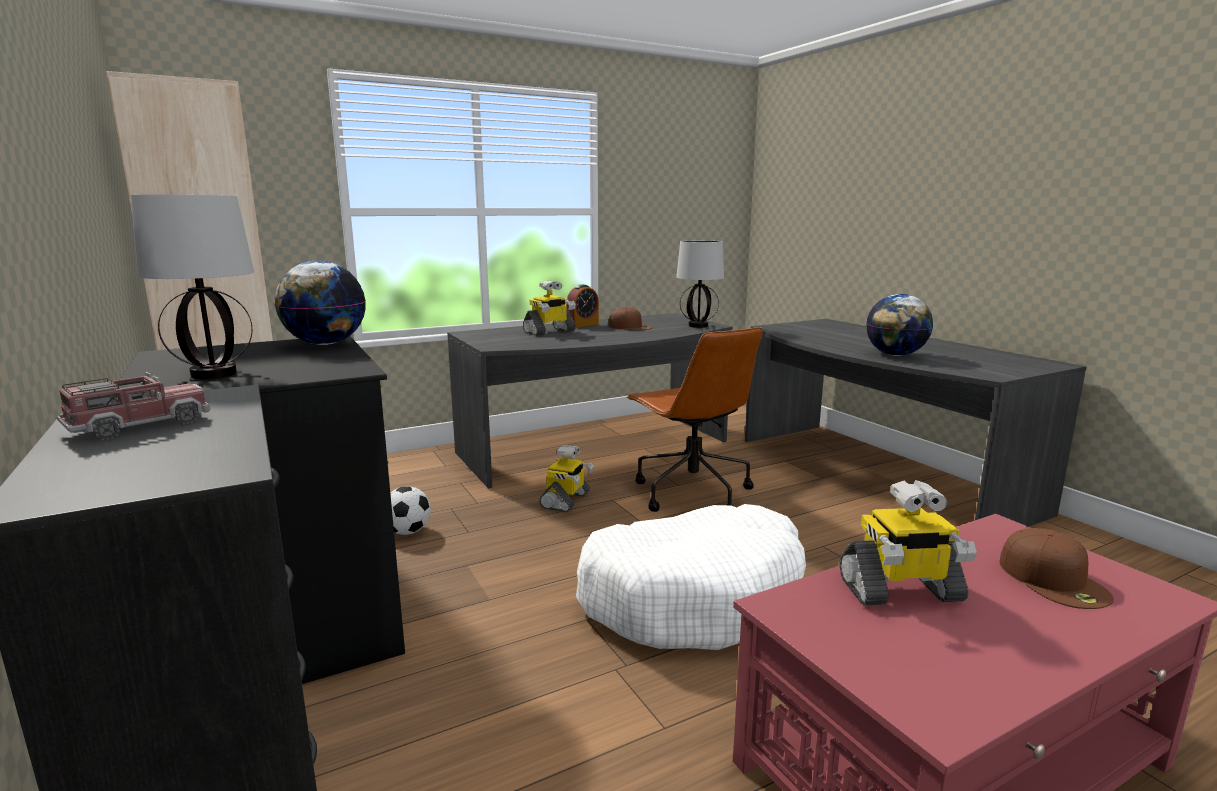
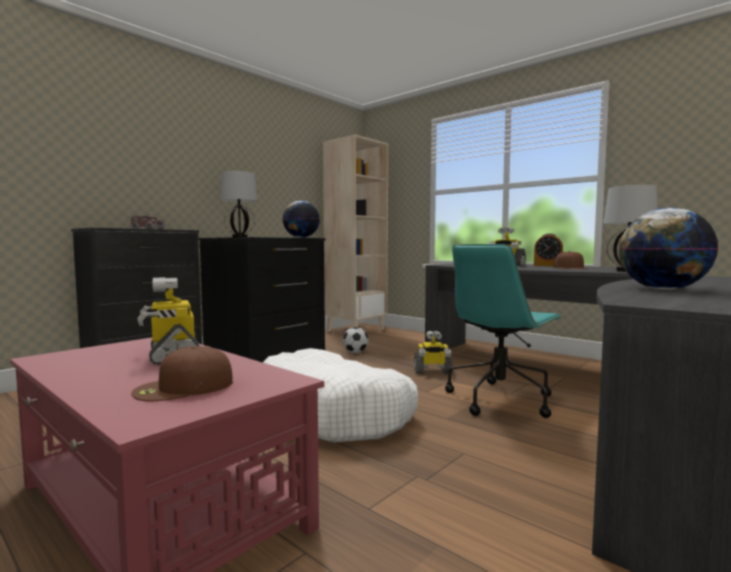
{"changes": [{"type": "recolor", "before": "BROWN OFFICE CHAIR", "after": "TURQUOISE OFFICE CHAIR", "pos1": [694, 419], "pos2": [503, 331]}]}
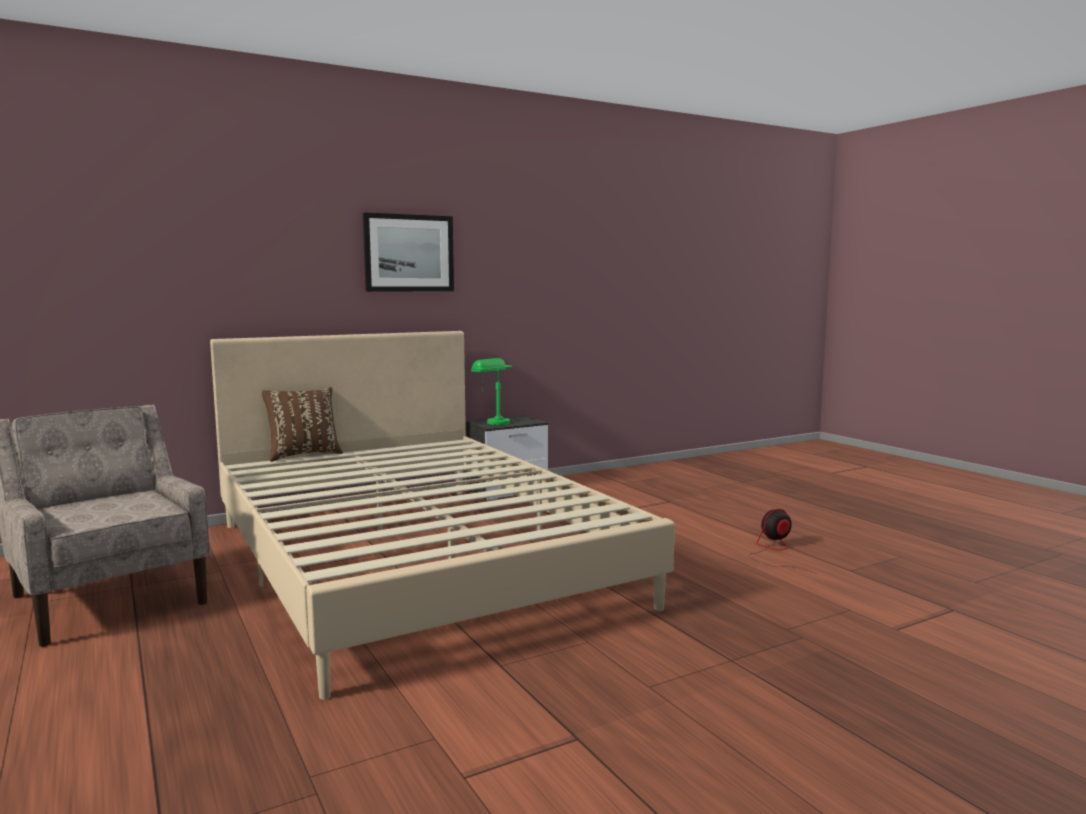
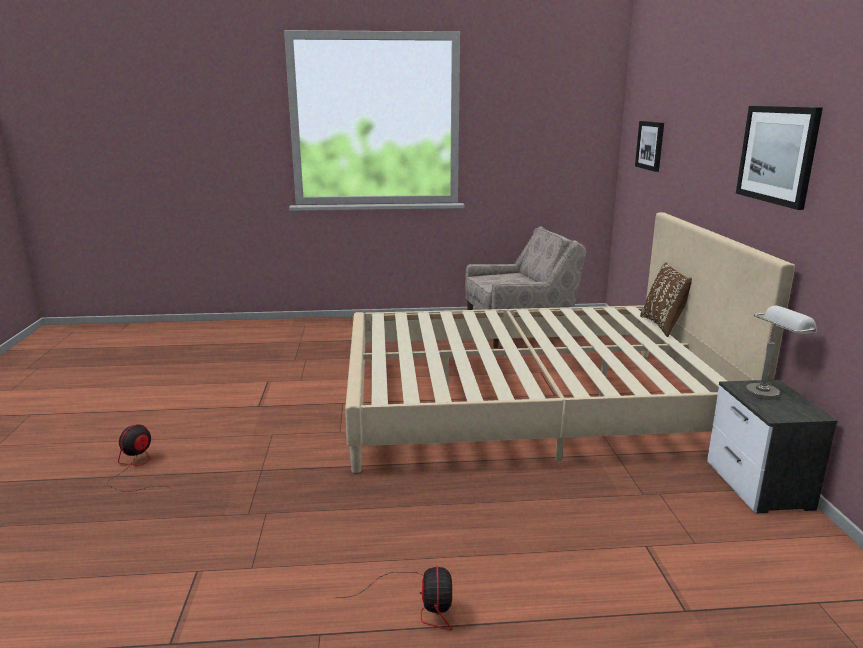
{"changes": [{"type": "insert", "after": "FAN", "pos2": [140, 458]}, {"type": "insert", "after": "PICTURE", "pos2": [649, 146]}, {"type": "recolor", "before": "GREEN TABLE LAMP", "after": "GREY TABLE LAMP", "pos1": [492, 391], "pos2": [781, 353]}]}
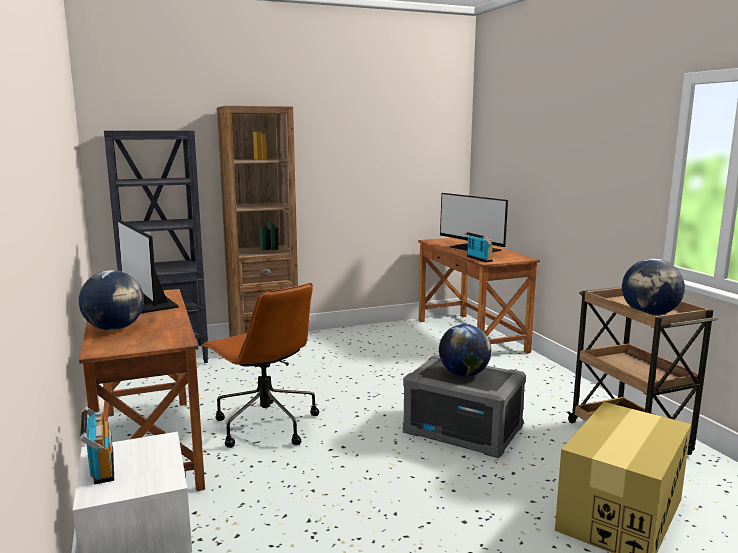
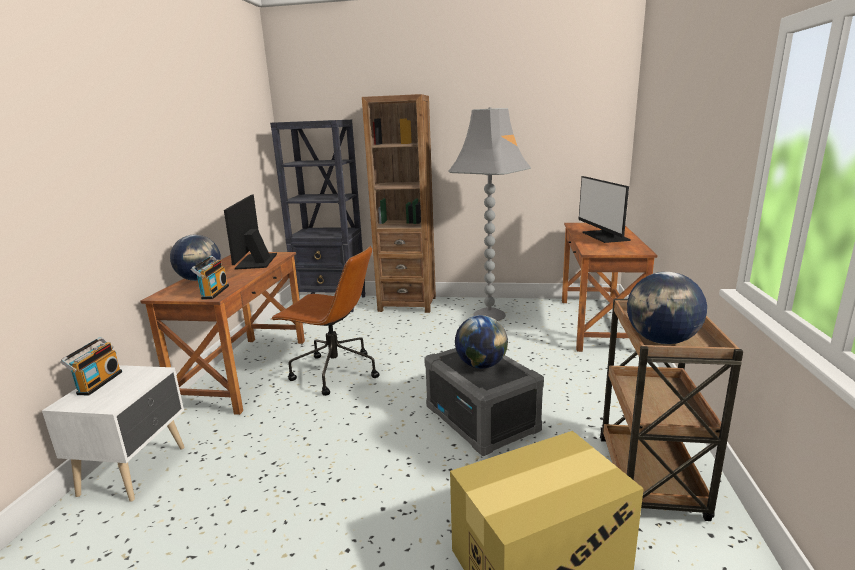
{"changes": [{"type": "insert", "after": "GREY FLOOR LAMP", "pos2": [489, 214]}, {"type": "move", "before": "RADIO", "pos1": [478, 247], "pos2": [210, 278]}, {"type": "rotate", "before": "BROWN OFFICE CHAIR", "pos1": [260, 365], "pos2": [325, 321], "turn": -60}]}
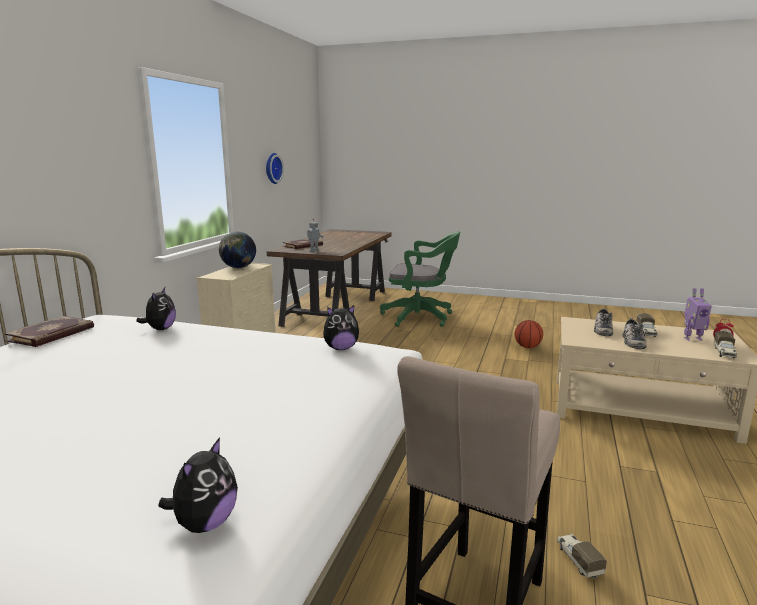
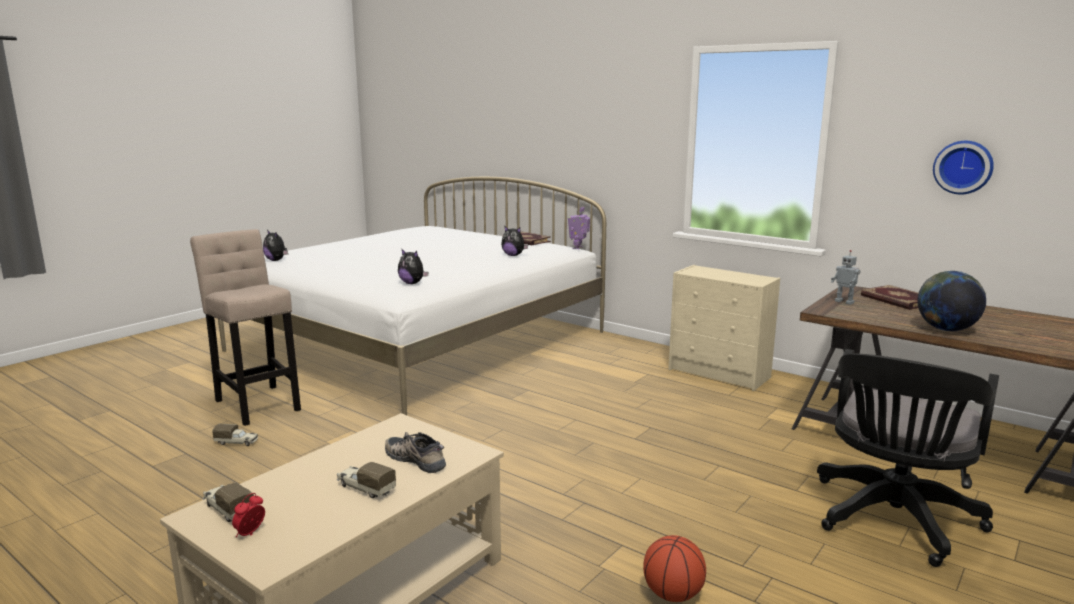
{"changes": [{"type": "delete", "before": "SHOE", "pos1": [634, 333]}, {"type": "move", "before": "GLOBE", "pos1": [237, 249], "pos2": [951, 301]}, {"type": "move", "before": "TOY ROBOT", "pos1": [698, 315], "pos2": [579, 228]}, {"type": "recolor", "before": "GREEN OFFICE CHAIR", "after": "BLACK OFFICE CHAIR", "pos1": [420, 279], "pos2": [908, 458]}, {"type": "rotate", "before": "PLUSH TOY", "pos1": [341, 327], "pos2": [413, 266], "turn": -60}]}
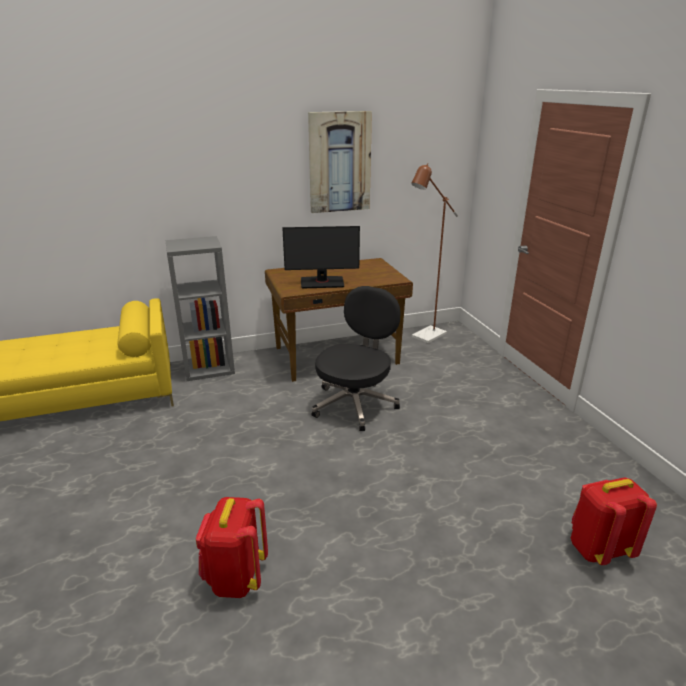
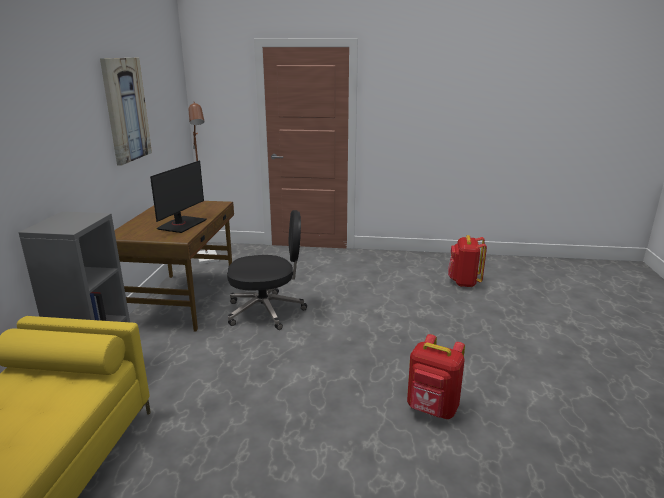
{"changes": [{"type": "rotate", "before": "BLACK OFFICE CHAIR", "pos1": [356, 358], "pos2": [267, 270], "turn": 120}]}
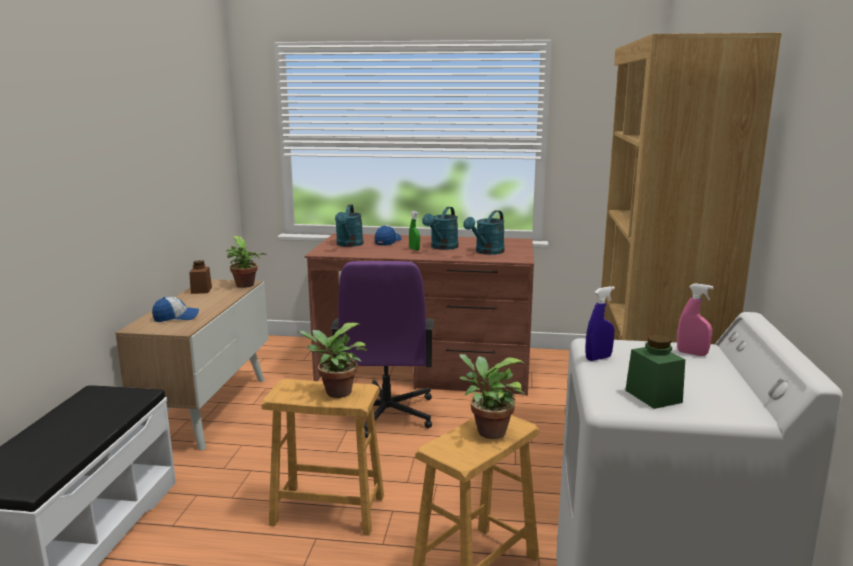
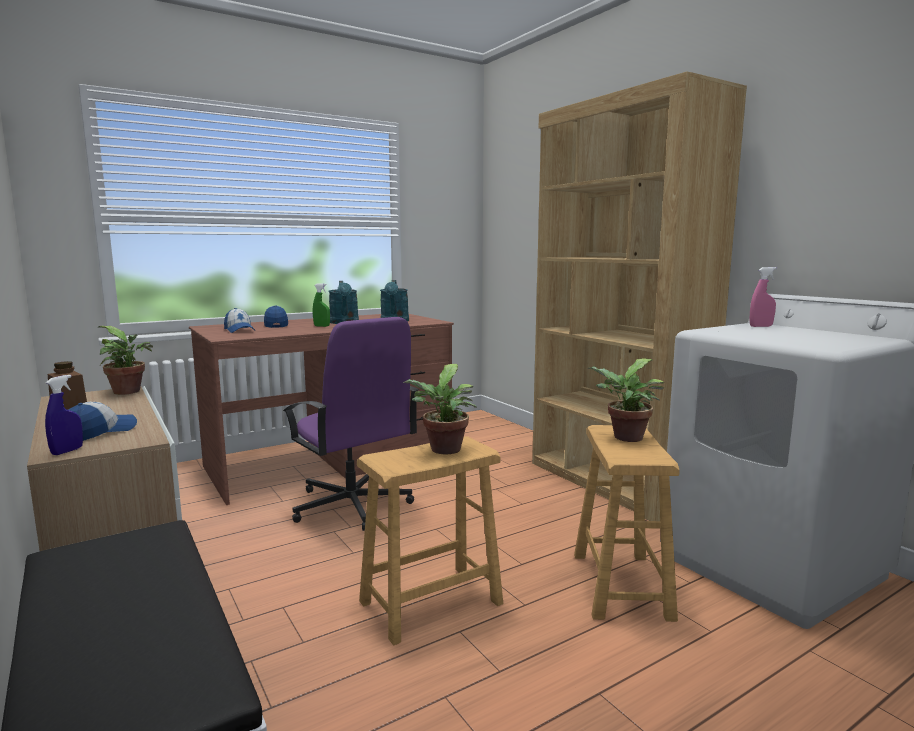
{"changes": [{"type": "delete", "before": "GREEN JAR", "pos1": [655, 372]}, {"type": "move", "before": "BLUE SPRAY BOTTLE", "pos1": [600, 323], "pos2": [64, 415]}, {"type": "replace", "before": "TURQUOISE WATERING CAN", "after": "CAP", "pos1": [349, 226], "pos2": [240, 320]}]}
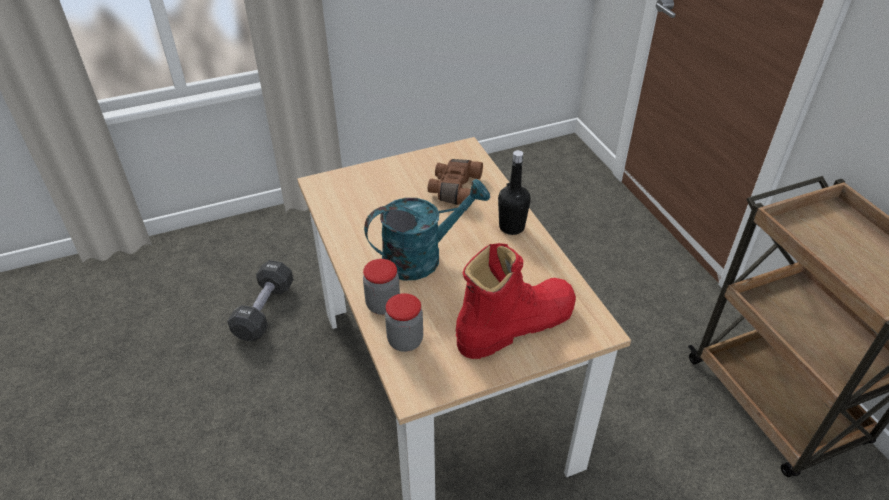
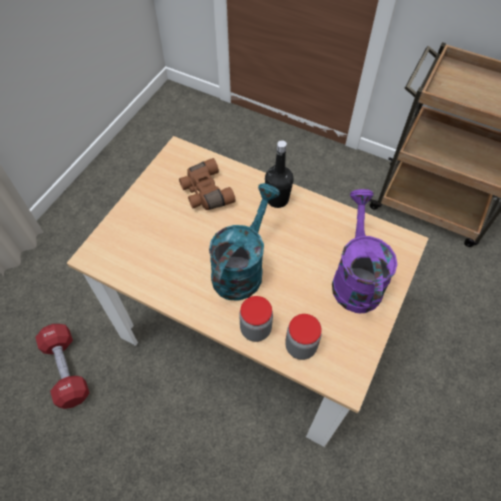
{"changes": [{"type": "replace", "before": "RED BOOT", "after": "PURPLE WATERING CAN", "pos1": [516, 301], "pos2": [364, 251]}, {"type": "recolor", "before": "BLACK DUMBBELL", "after": "RED DUMBBELL", "pos1": [260, 300], "pos2": [62, 366]}]}
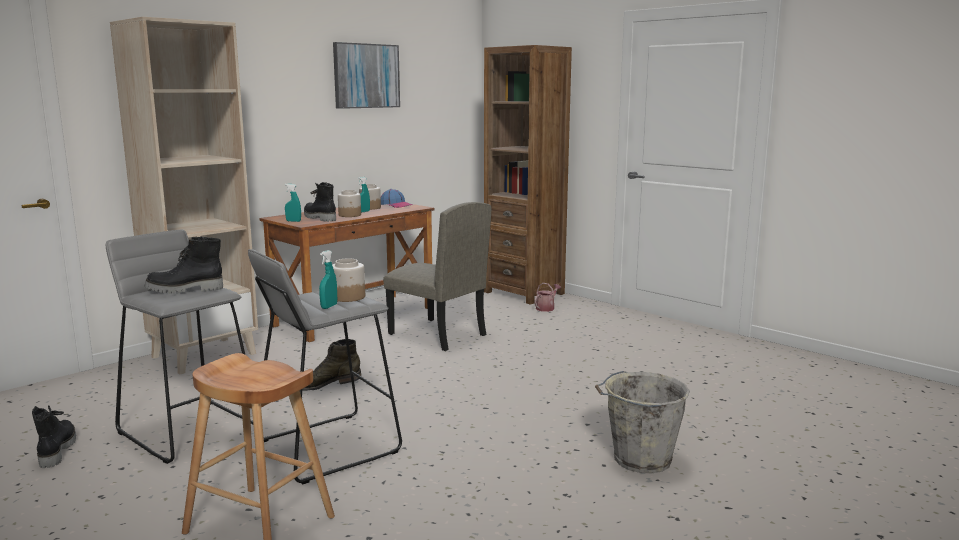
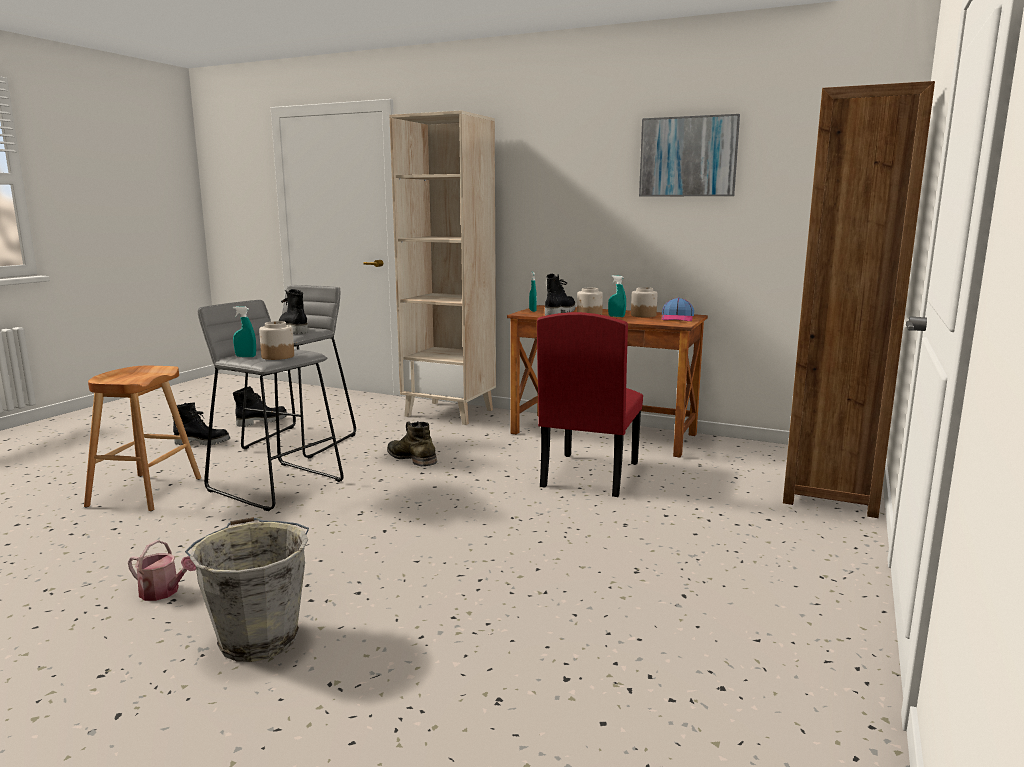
{"changes": [{"type": "insert", "after": "BLACK BOOT", "pos2": [201, 423]}, {"type": "move", "before": "WATERING CAN", "pos1": [547, 297], "pos2": [162, 570]}, {"type": "recolor", "before": "BEIGE CHAIR", "after": "RED CHAIR", "pos1": [437, 276], "pos2": [590, 404]}]}
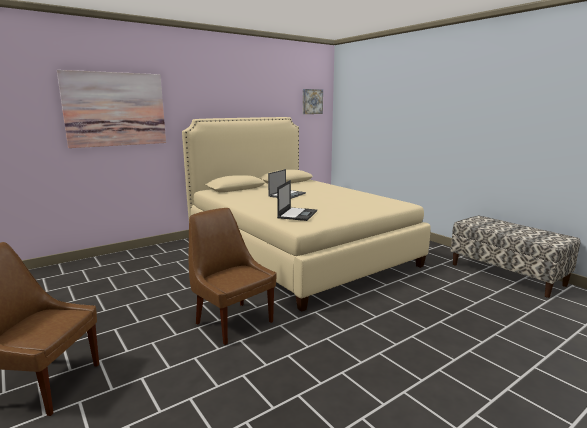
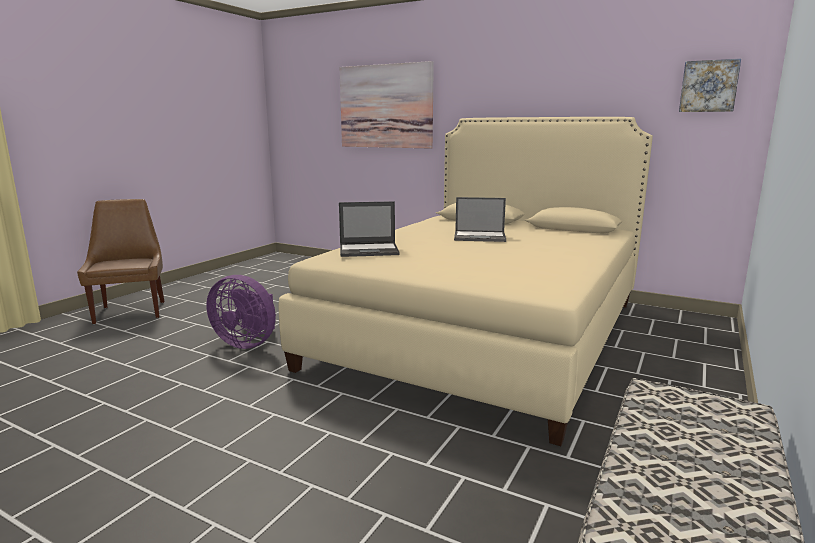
{"changes": [{"type": "replace", "before": "BROWN CHAIR", "after": "PURPLE FAN", "pos1": [233, 276], "pos2": [241, 312]}]}
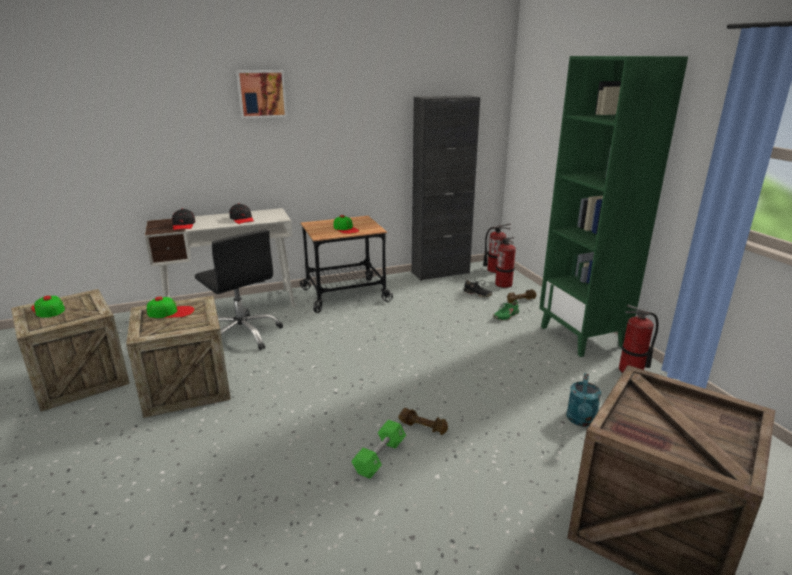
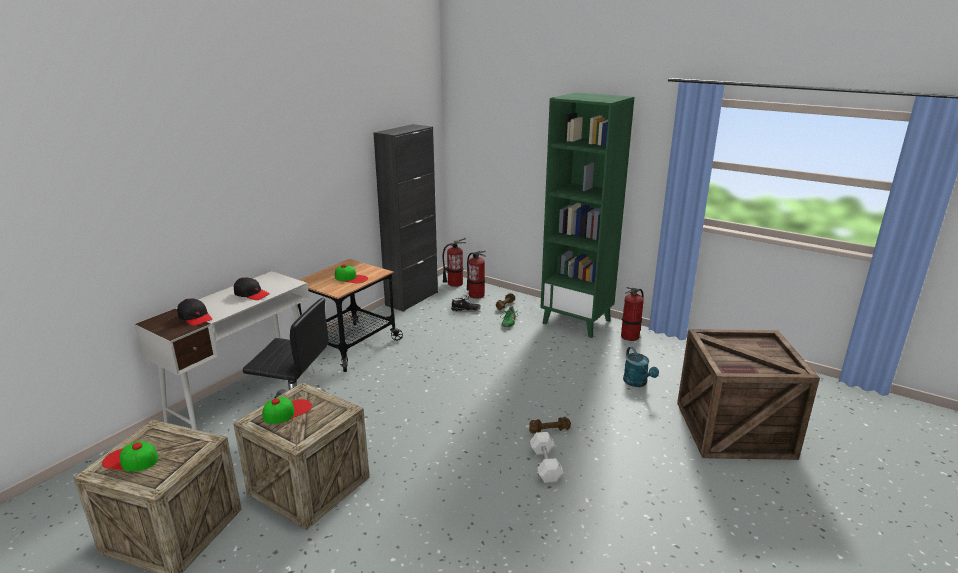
{"changes": [{"type": "delete", "before": "PICTURE", "pos1": [261, 94]}, {"type": "recolor", "before": "GREEN DUMBBELL", "after": "WHITE DUMBBELL", "pos1": [378, 449], "pos2": [547, 457]}]}
